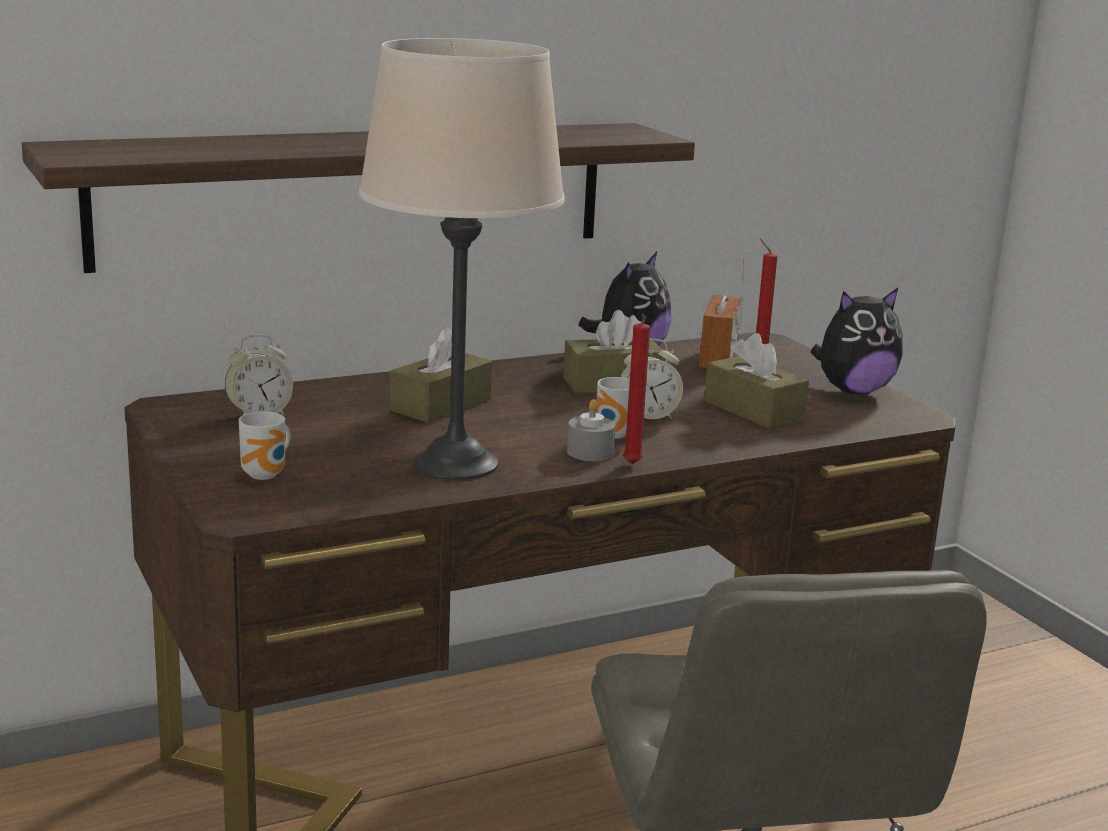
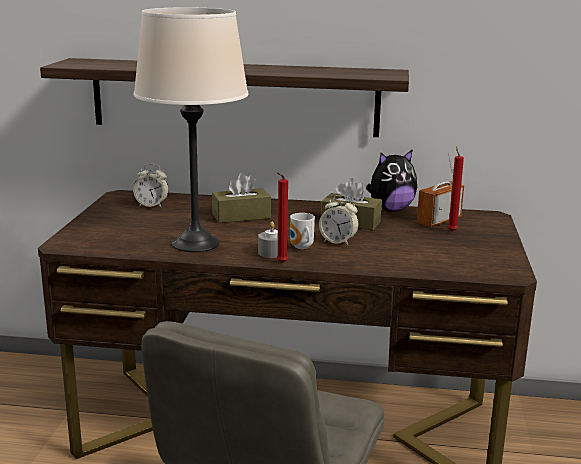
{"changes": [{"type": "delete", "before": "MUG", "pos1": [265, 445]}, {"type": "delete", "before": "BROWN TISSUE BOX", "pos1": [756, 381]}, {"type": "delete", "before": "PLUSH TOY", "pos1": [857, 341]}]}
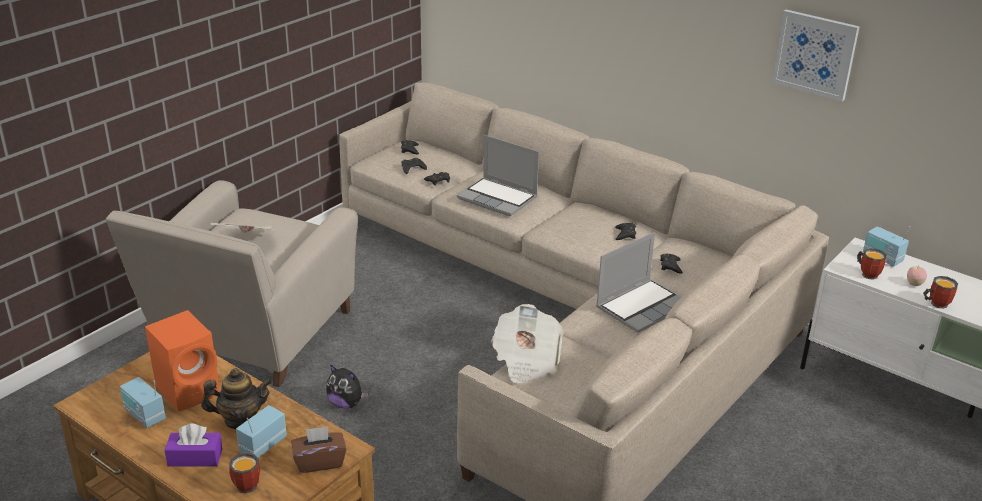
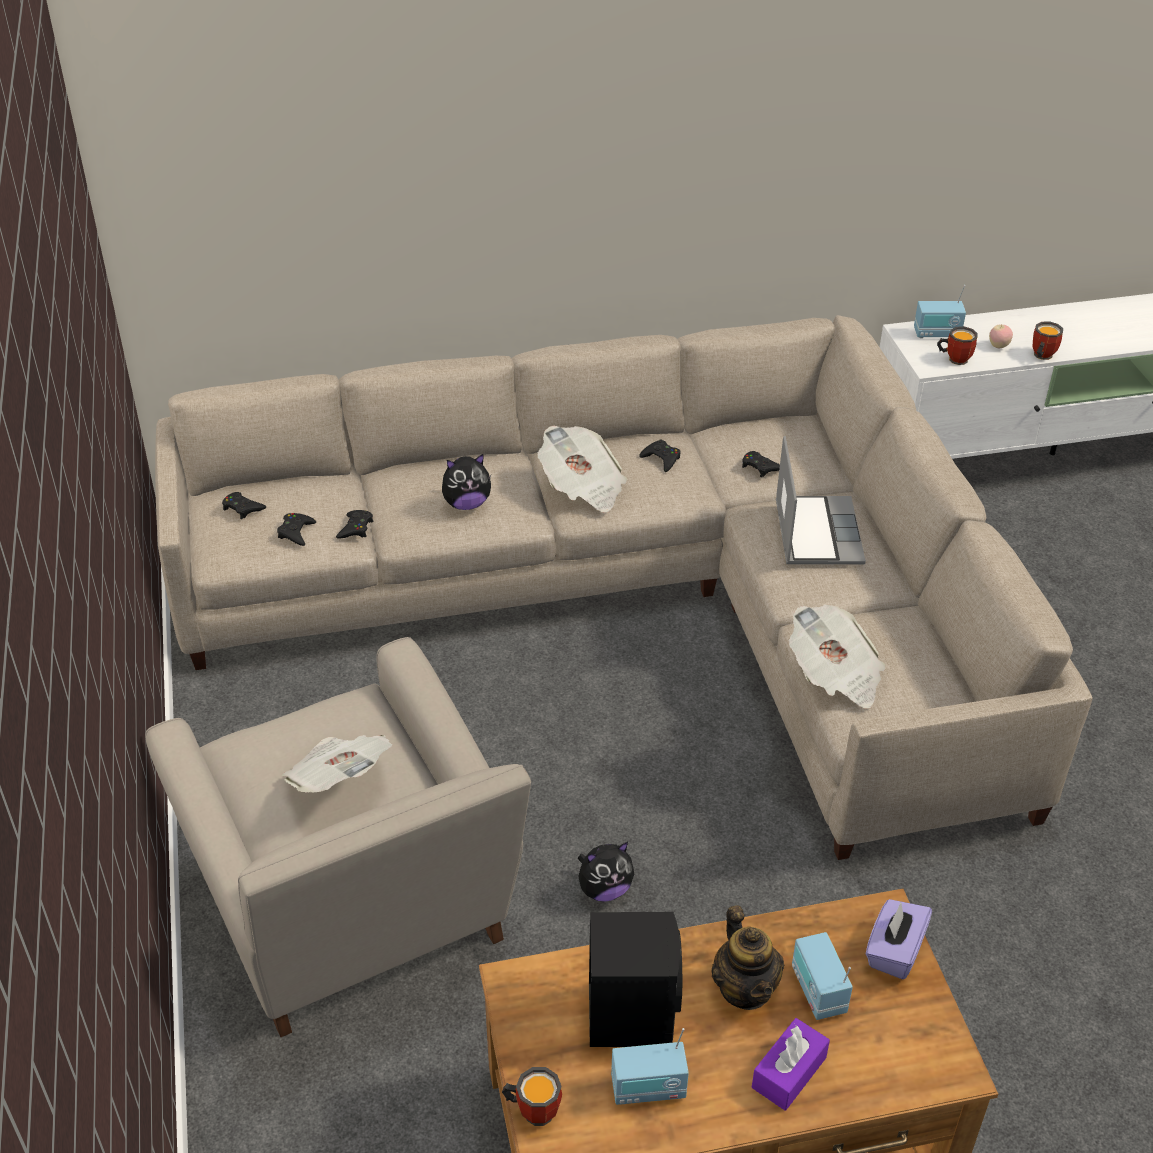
{"changes": [{"type": "delete", "before": "PICTURE", "pos1": [816, 55]}, {"type": "insert", "after": "NEWSPAPER", "pos2": [582, 468]}, {"type": "move", "before": "MUG", "pos1": [244, 473], "pos2": [532, 1096]}, {"type": "replace", "before": "LAPTOP", "after": "PLUSH TOY", "pos1": [498, 176], "pos2": [466, 482]}, {"type": "recolor", "before": "ORANGE SPEAKER", "after": "BLACK SPEAKER", "pos1": [182, 360], "pos2": [635, 979]}, {"type": "recolor", "before": "BROWN TISSUE BOX", "after": "PURPLE TISSUE BOX", "pos1": [318, 449], "pos2": [899, 939]}, {"type": "rotate", "before": "TEAPOT", "pos1": [236, 398], "pos2": [747, 957], "turn": 135}]}
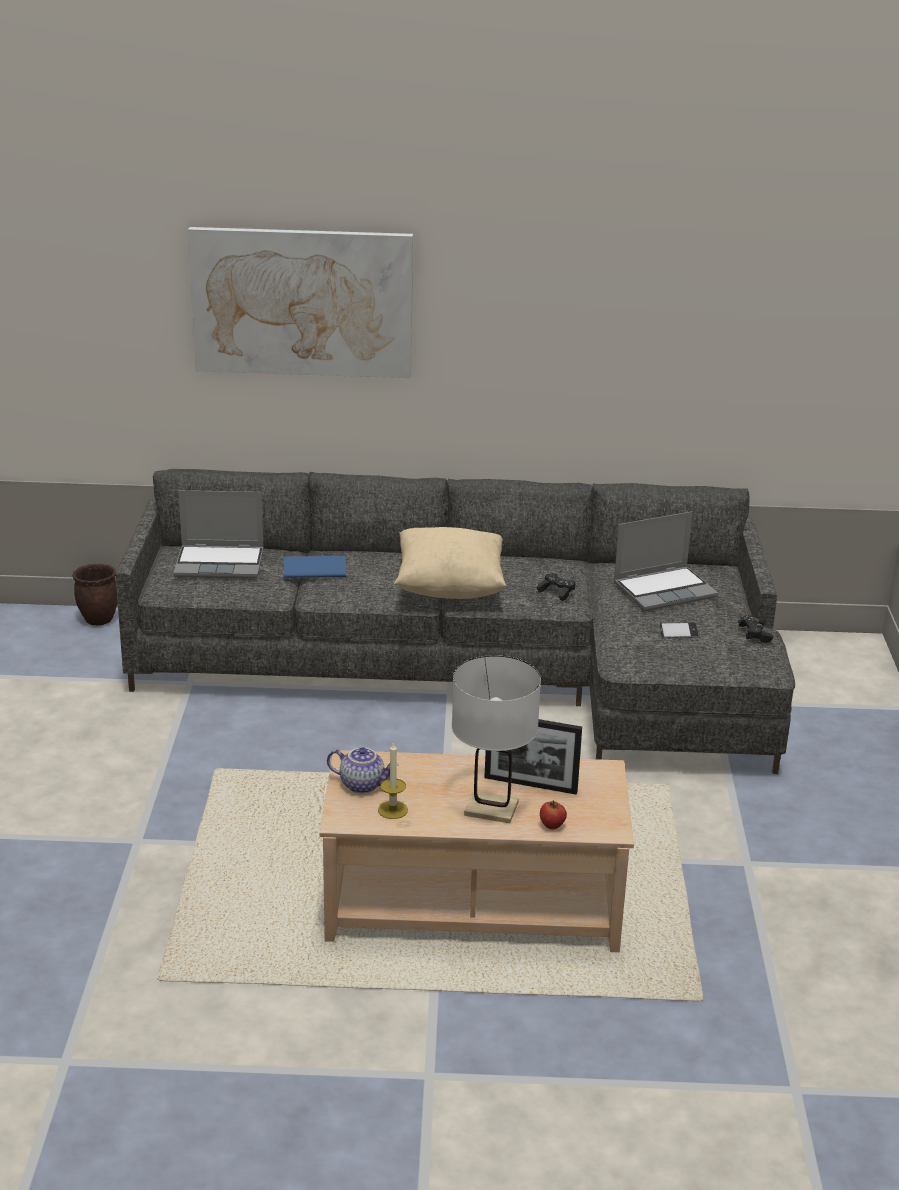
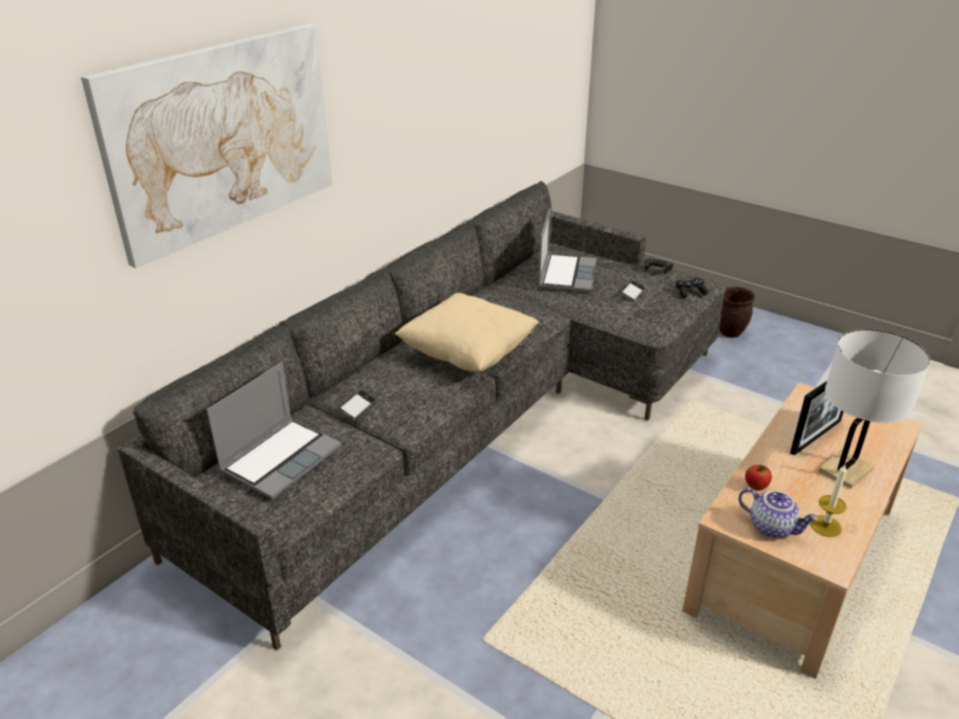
{"changes": [{"type": "move", "before": "BROWN PLANTER", "pos1": [95, 595], "pos2": [737, 312]}, {"type": "move", "before": "BLACK GAME CONTROLLER", "pos1": [556, 587], "pos2": [692, 288]}, {"type": "move", "before": "APPLE", "pos1": [553, 814], "pos2": [758, 478]}, {"type": "replace", "before": "BLUE BOOK", "after": "PHONE", "pos1": [315, 567], "pos2": [357, 405]}, {"type": "rotate", "before": "TEAPOT", "pos1": [362, 770], "pos2": [778, 513], "turn": 75}]}
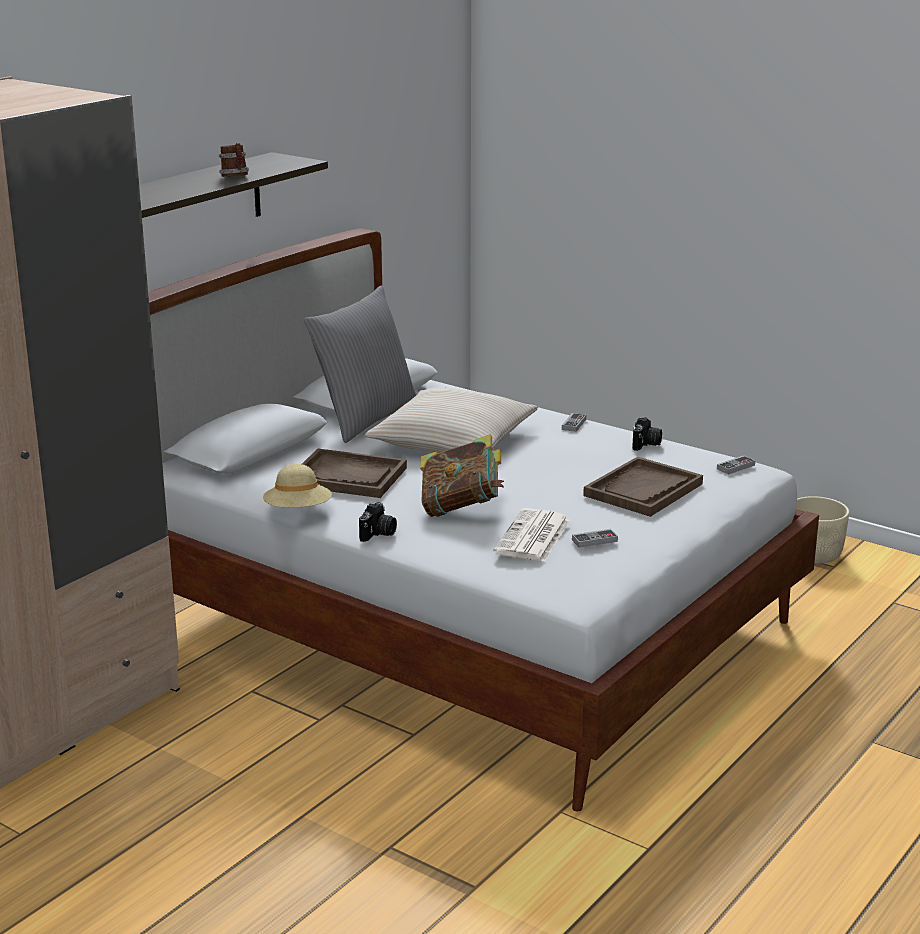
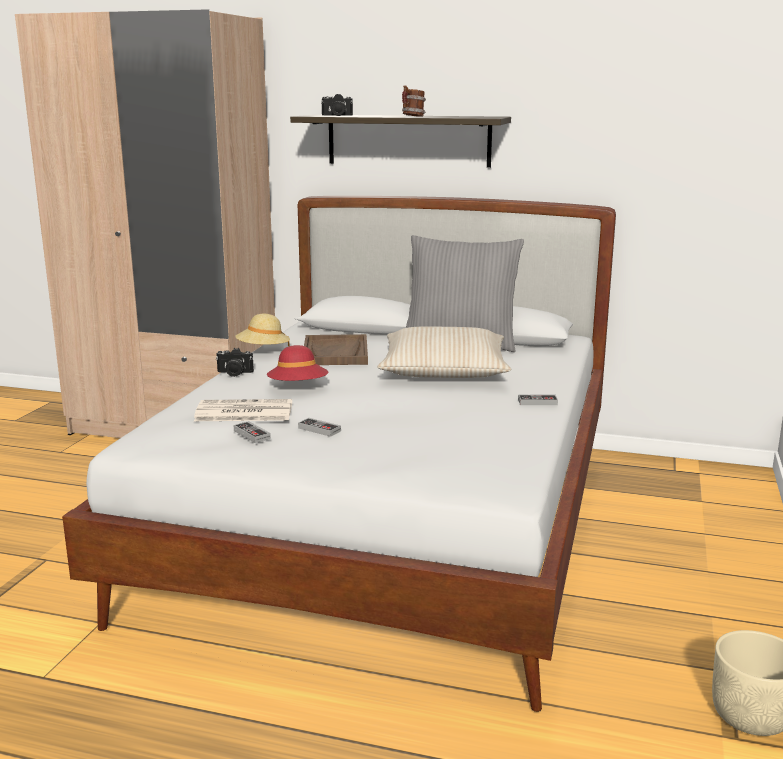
{"changes": [{"type": "delete", "before": "BROWN TRAY", "pos1": [643, 487]}, {"type": "move", "before": "PHOTO CAMERA", "pos1": [647, 434], "pos2": [337, 105]}, {"type": "move", "before": "GAME CONTROLLER", "pos1": [736, 465], "pos2": [319, 427]}, {"type": "replace", "before": "BOOK", "after": "RED HAT", "pos1": [462, 476], "pos2": [297, 363]}]}
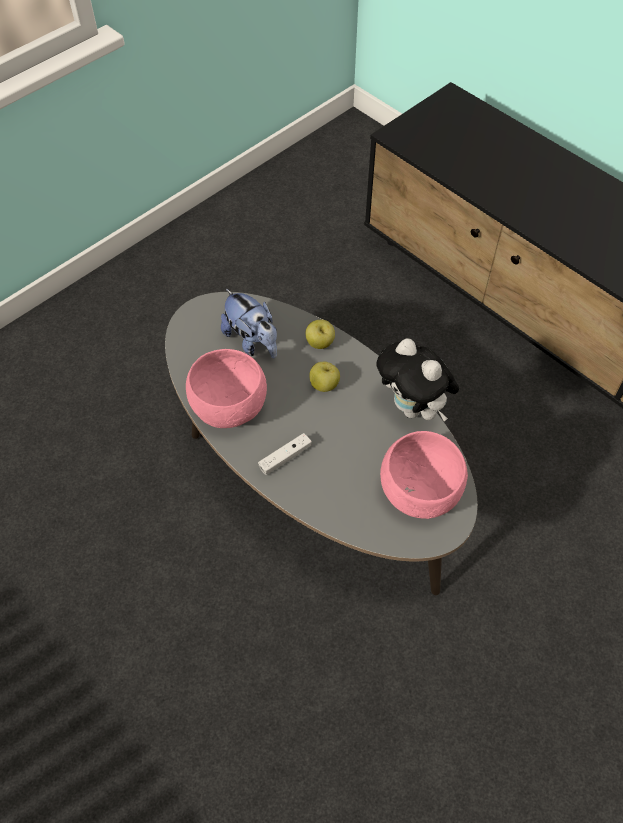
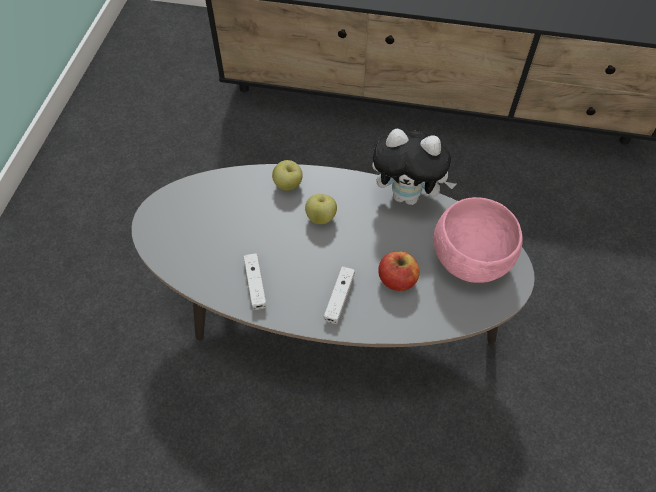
{"changes": [{"type": "delete", "before": "PLUSH TOY", "pos1": [249, 324]}, {"type": "insert", "after": "APPLE", "pos2": [399, 271]}, {"type": "replace", "before": "PINK BOWL", "after": "WHITE GAME CONTROLLER", "pos1": [226, 388], "pos2": [255, 281]}]}
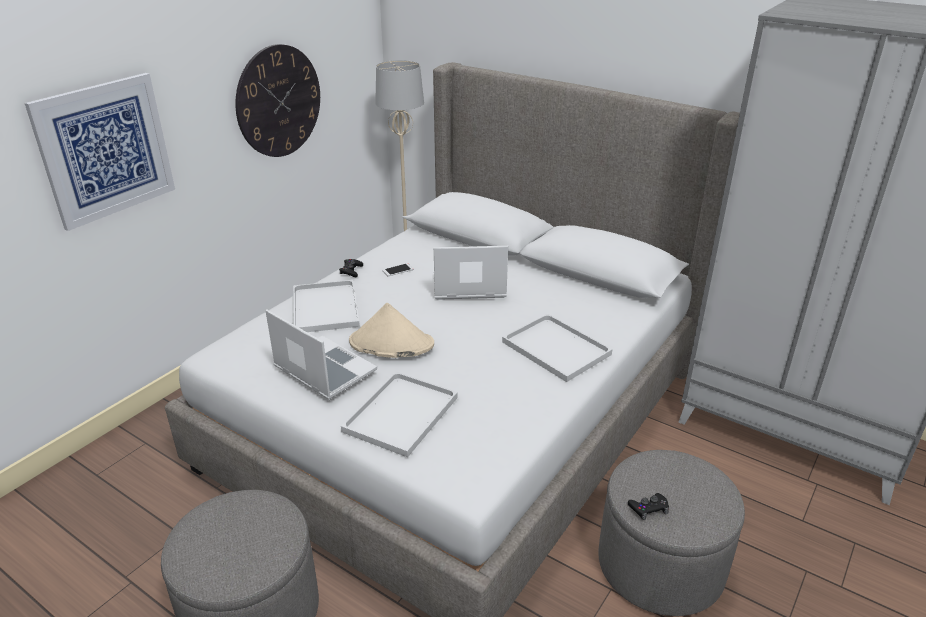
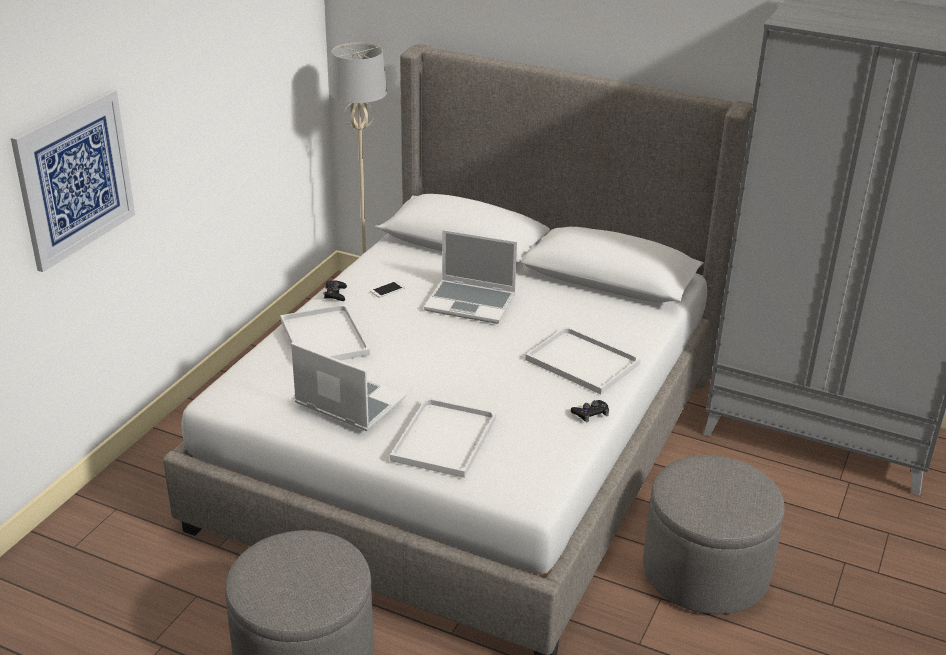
{"changes": [{"type": "delete", "before": "WALL CLOCK", "pos1": [277, 100]}, {"type": "delete", "before": "BEIGE HAT", "pos1": [391, 330]}, {"type": "move", "before": "BLACK GAME CONTROLLER", "pos1": [648, 506], "pos2": [590, 411]}, {"type": "rotate", "before": "LAPTOP", "pos1": [470, 273], "pos2": [470, 277], "turn": -150}]}
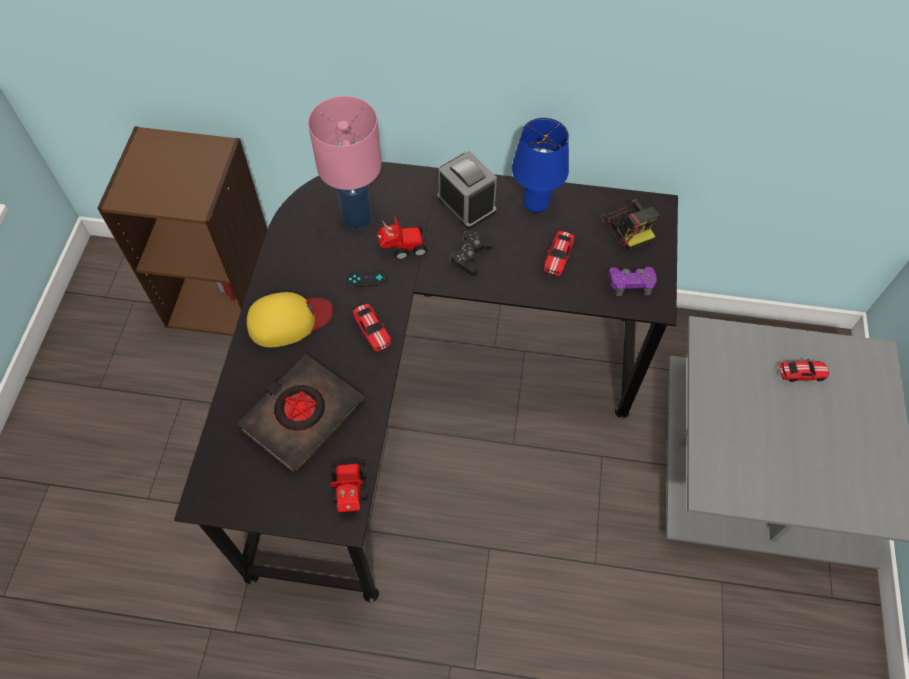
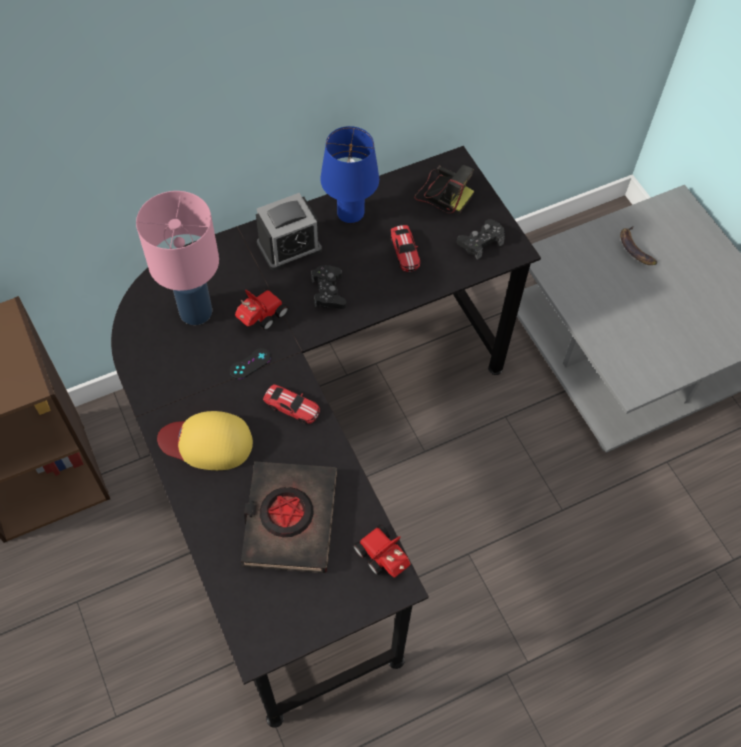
{"changes": [{"type": "replace", "before": "TOY CAR", "after": "BANANA", "pos1": [804, 370], "pos2": [638, 245]}, {"type": "recolor", "before": "PURPLE GAME CONTROLLER", "after": "BLACK GAME CONTROLLER", "pos1": [632, 281], "pos2": [480, 239]}, {"type": "rotate", "before": "YELLOW CAP", "pos1": [290, 319], "pos2": [205, 440], "turn": -120}, {"type": "rotate", "before": "ALARM CLOCK", "pos1": [467, 190], "pos2": [289, 231], "turn": 135}]}
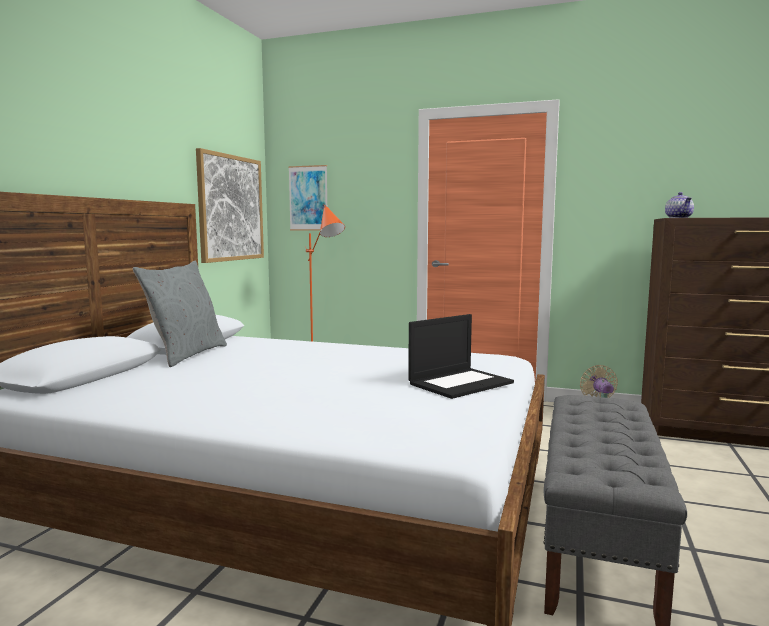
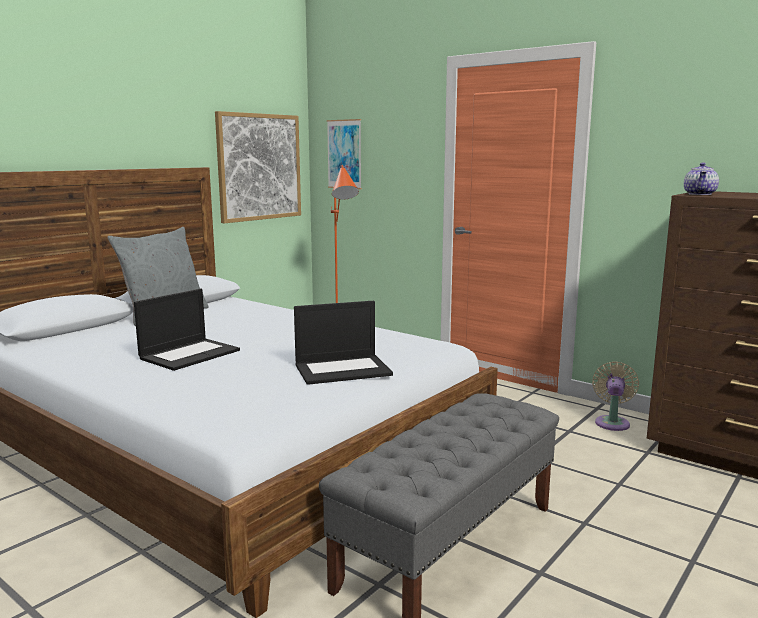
{"changes": [{"type": "insert", "after": "LAPTOP", "pos2": [187, 329]}]}
